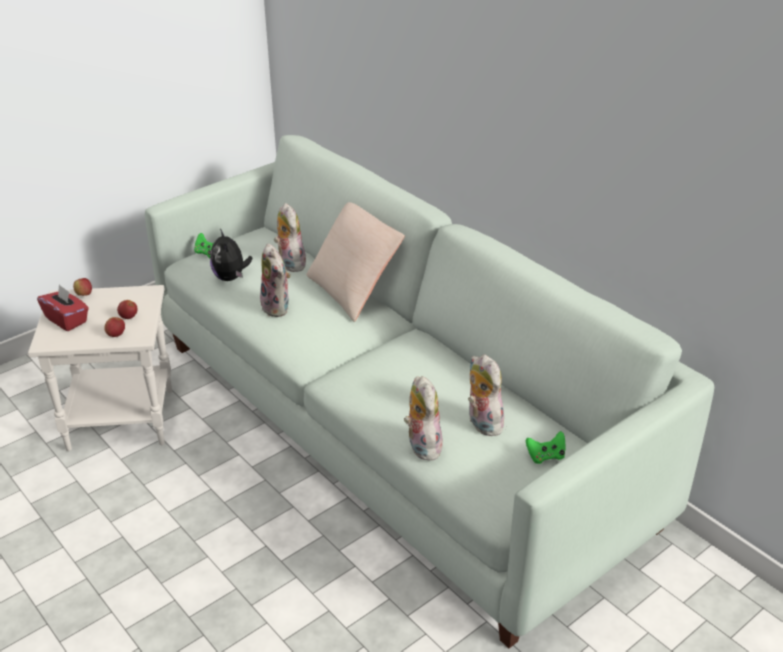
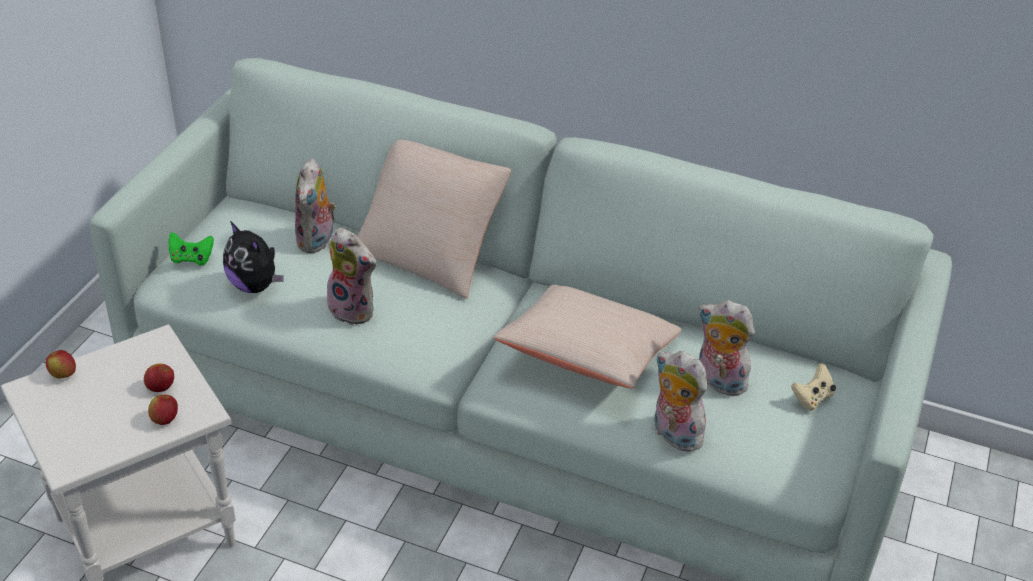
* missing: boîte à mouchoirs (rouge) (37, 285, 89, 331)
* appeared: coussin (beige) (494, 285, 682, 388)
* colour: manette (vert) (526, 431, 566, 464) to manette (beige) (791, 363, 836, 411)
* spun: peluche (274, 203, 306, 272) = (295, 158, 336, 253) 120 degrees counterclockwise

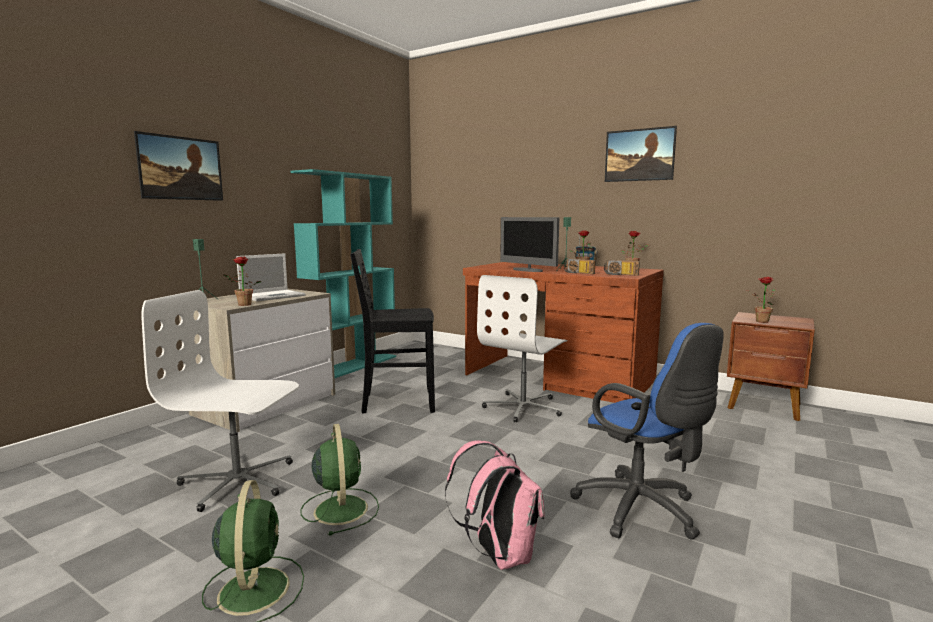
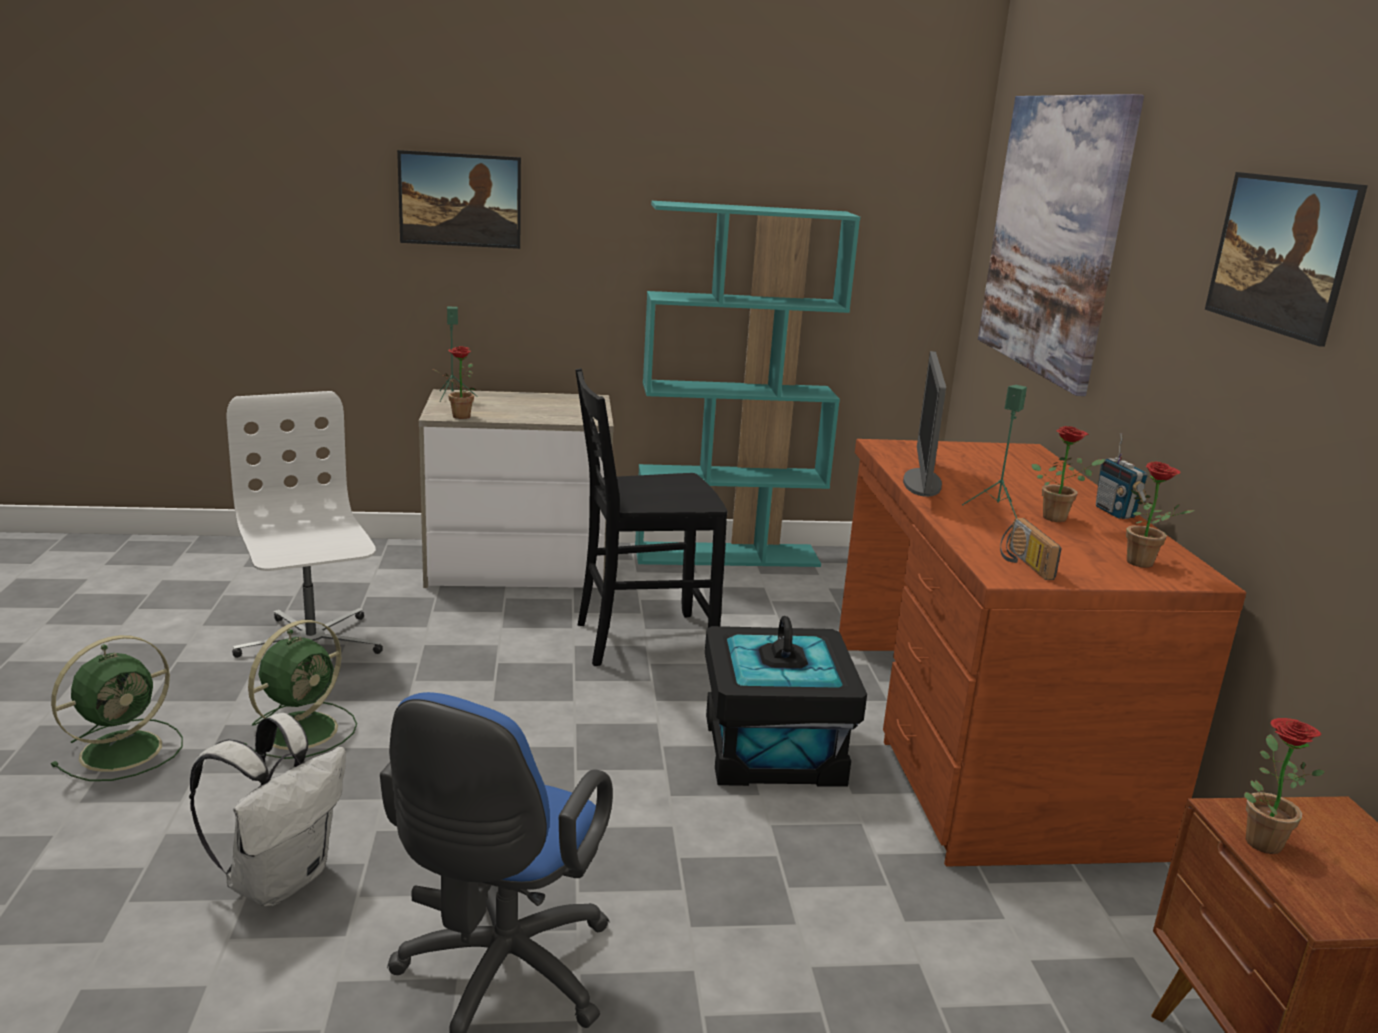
* missing: ordinateur portable (236, 253, 306, 301)
* missing: radio (564, 258, 595, 274)
* appeared: tableau (978, 94, 1144, 396)
* exchanged: chaise de bureau (blanc) (477, 275, 567, 422) to boîte de rangement (noir) (705, 616, 867, 787)
* colour: sac à dos (rose) (445, 440, 544, 570) to sac à dos (blanc) (189, 713, 346, 906)
* spun: chaise (noir) (350, 249, 435, 414) = (576, 368, 727, 666) 60 degrees counterclockwise

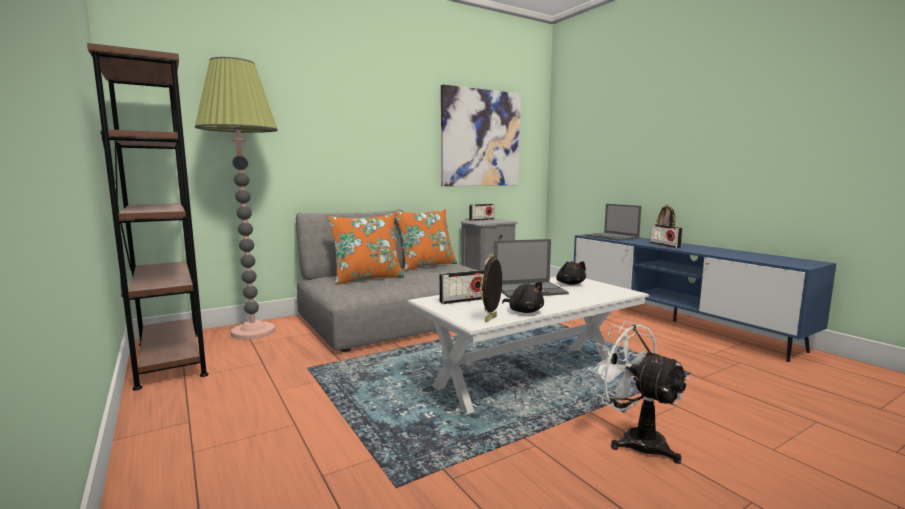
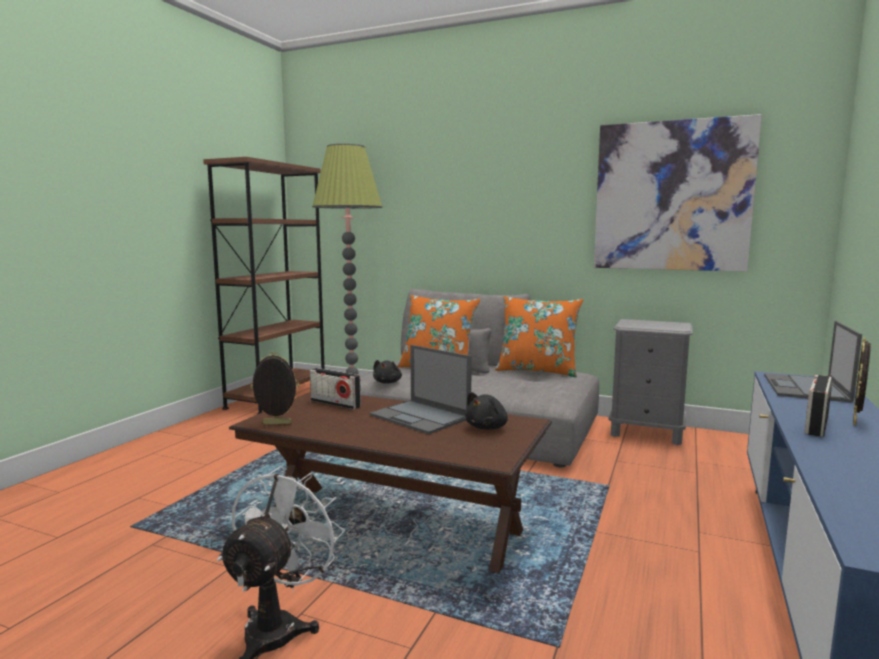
* missing: radio (469, 204, 494, 221)
* relocated: peluche (noir) (502, 282, 544, 313) to (373, 360, 402, 384)
* colour: table basse (blanc) (407, 277, 649, 414) to table basse (marron) (229, 392, 552, 573)

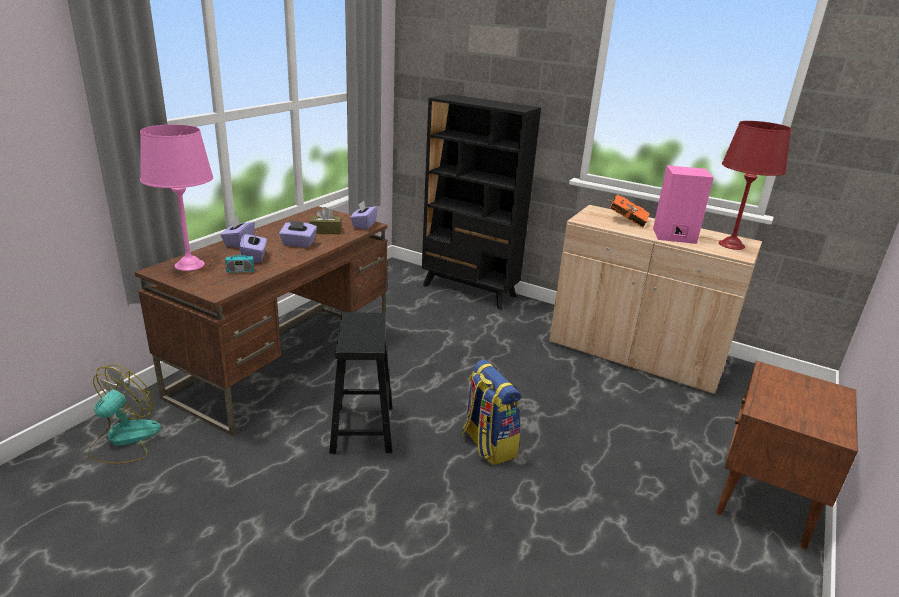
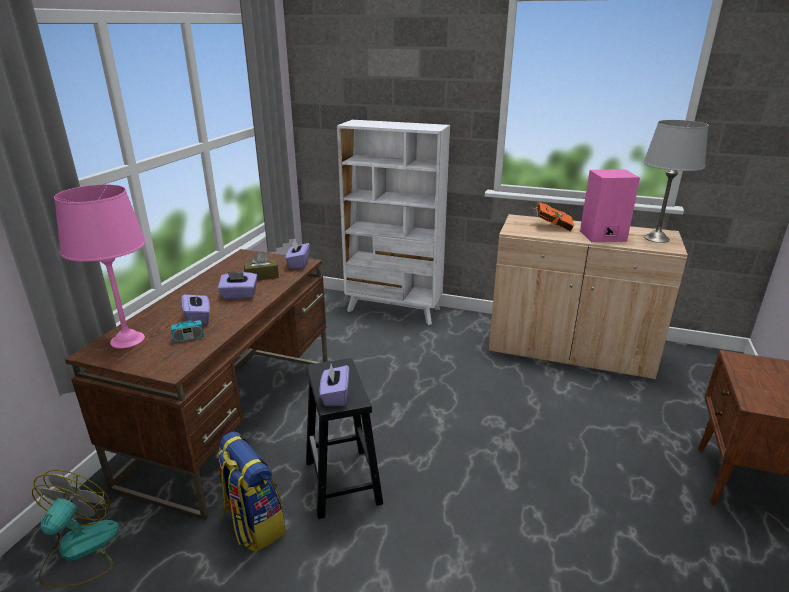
* relocated: boîte à mouchoirs (violet) (220, 216, 255, 248) to (319, 364, 349, 406)
* relocated: sac à dos (462, 360, 521, 465) to (217, 432, 286, 552)
* colour: bibliothèque (noir) (422, 94, 541, 310) to bibliothèque (blanc) (337, 120, 450, 325)
* colour: lampe de table (rouge) (719, 121, 791, 250) to lampe de table (gris) (643, 120, 709, 243)

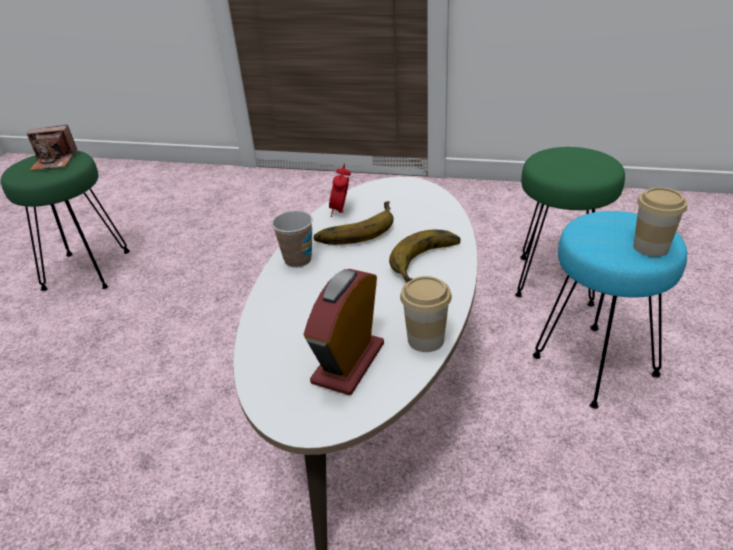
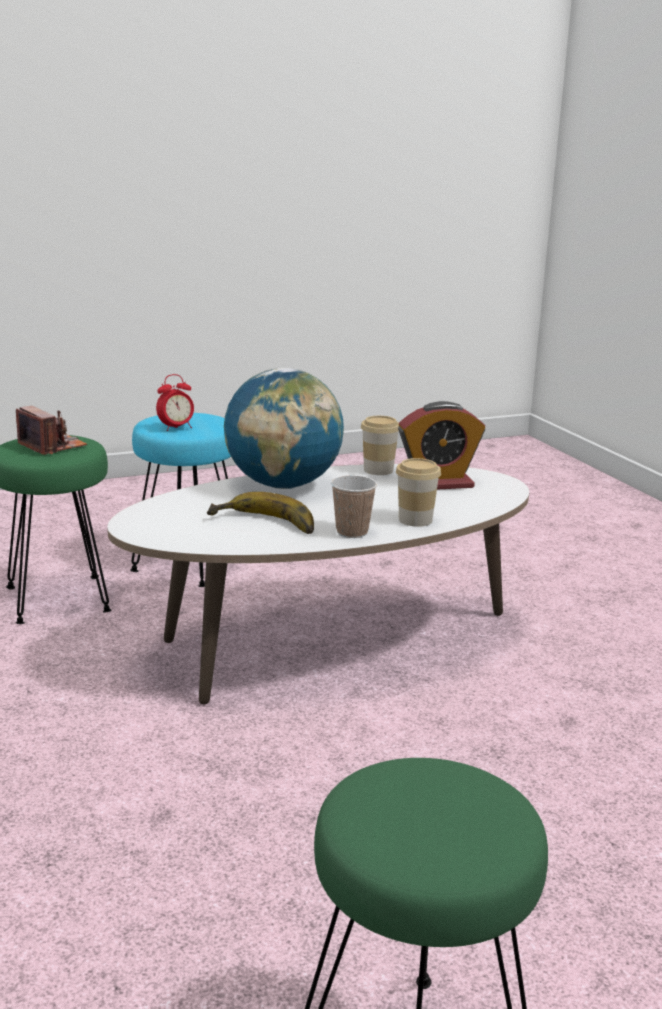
* relocated: appareil photo (27, 125, 77, 171) to (16, 406, 87, 455)
* relocated: réveil (329, 163, 351, 217) to (156, 374, 194, 431)
* relocated: tasse (633, 187, 687, 257) to (396, 458, 441, 527)
* exchanged: banane (389, 230, 460, 283) to globe (224, 368, 344, 489)

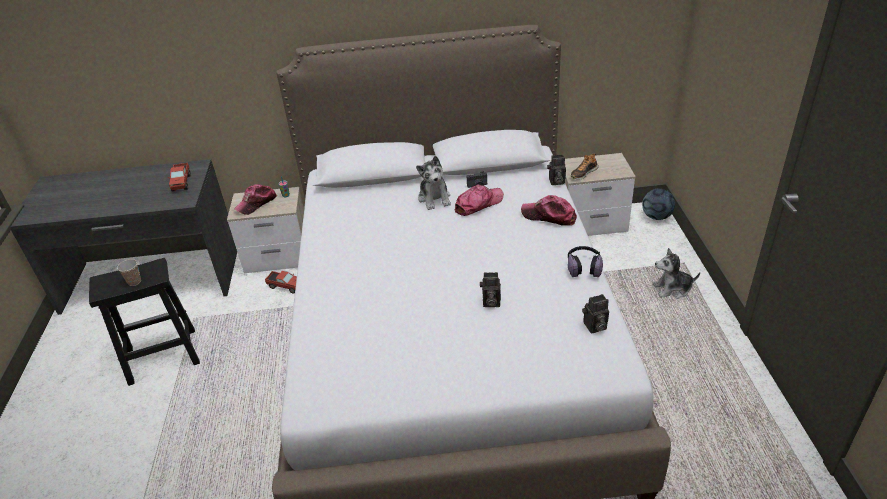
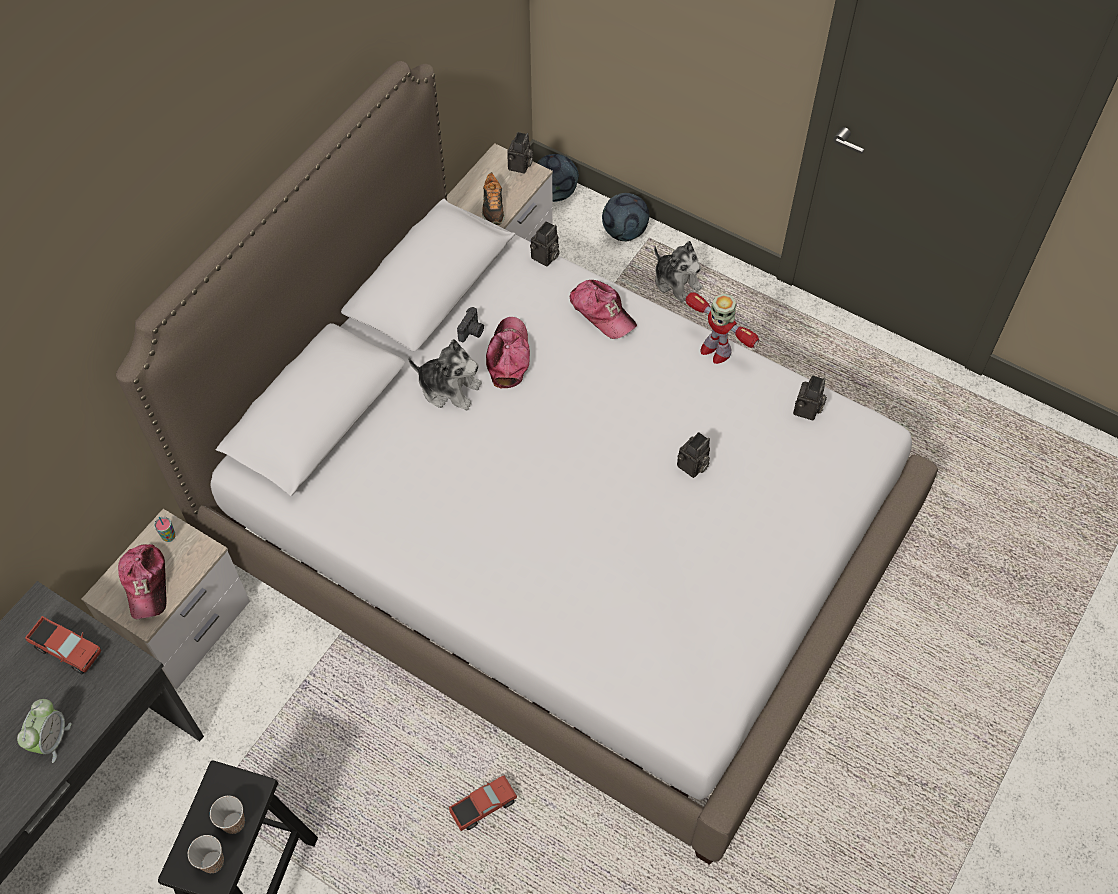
* appeared: réveil (17, 699, 71, 763)
* appeared: tasse (188, 835, 224, 873)
* appeared: appareil photo (508, 132, 533, 173)
* appeared: ballon de foot (602, 193, 650, 241)
* relocated: camion jouet (265, 271, 297, 294) to (449, 776, 517, 831)
* exchanged: casque audio (568, 246, 603, 277) to robot jouet (685, 292, 759, 364)
* spun: casquette (521, 195, 577, 226) = (570, 280, 637, 339) 105 degrees counterclockwise
* spun: peluche (653, 248, 700, 299) = (654, 241, 703, 303) 75 degrees counterclockwise

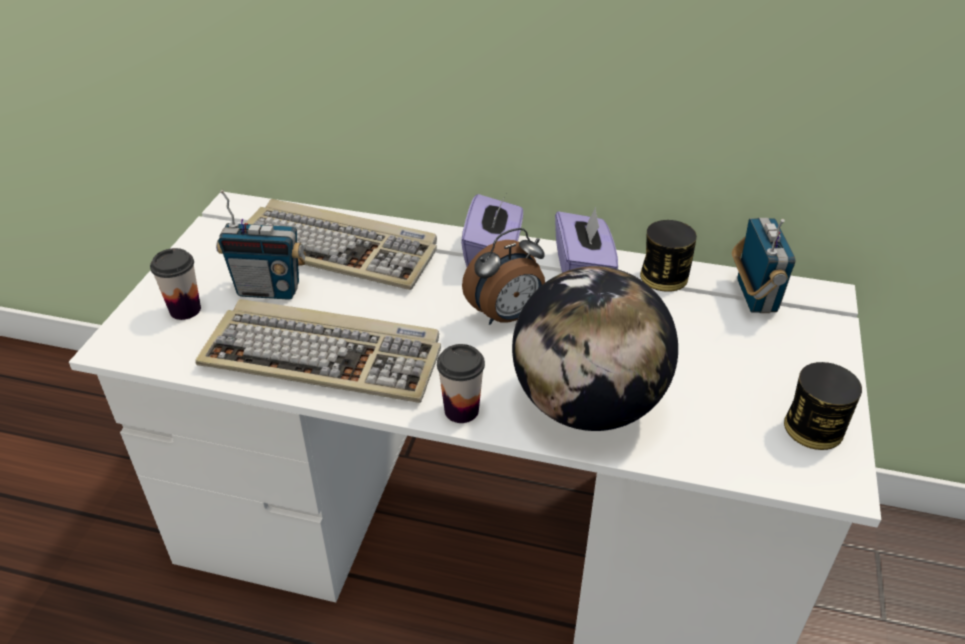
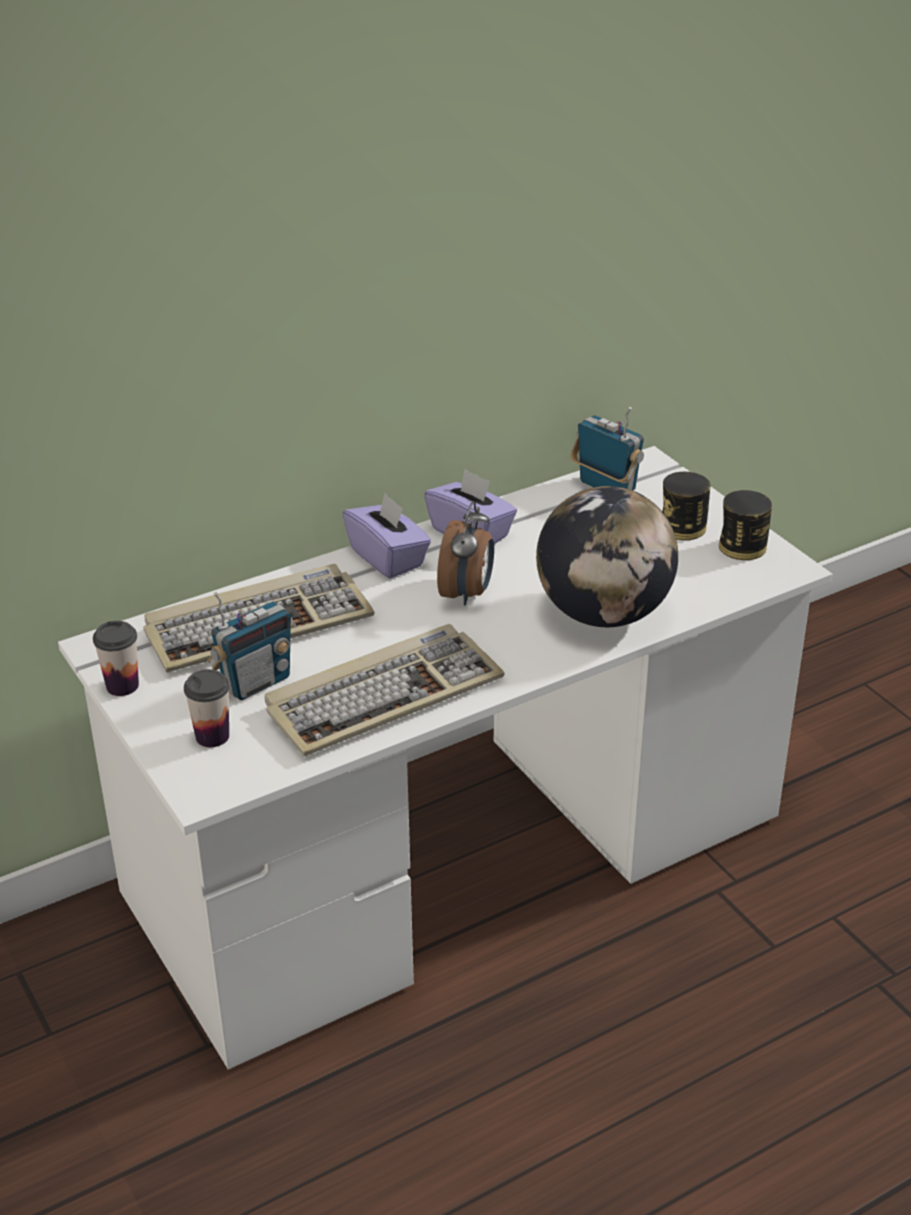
* relocated: tasse (437, 344, 485, 423) to (93, 621, 139, 696)
* relocated: boîte métallique (640, 220, 697, 292) to (662, 472, 710, 540)

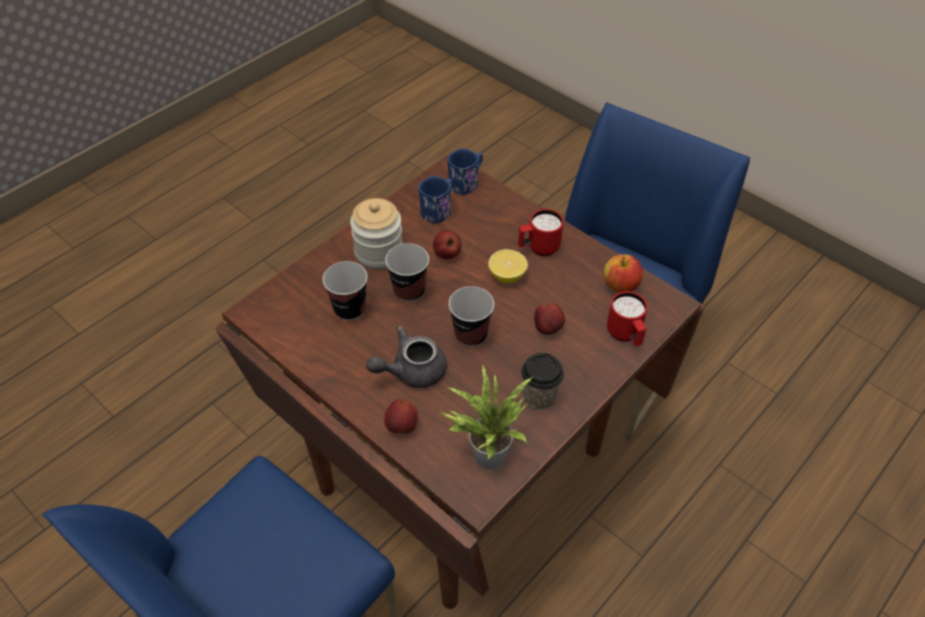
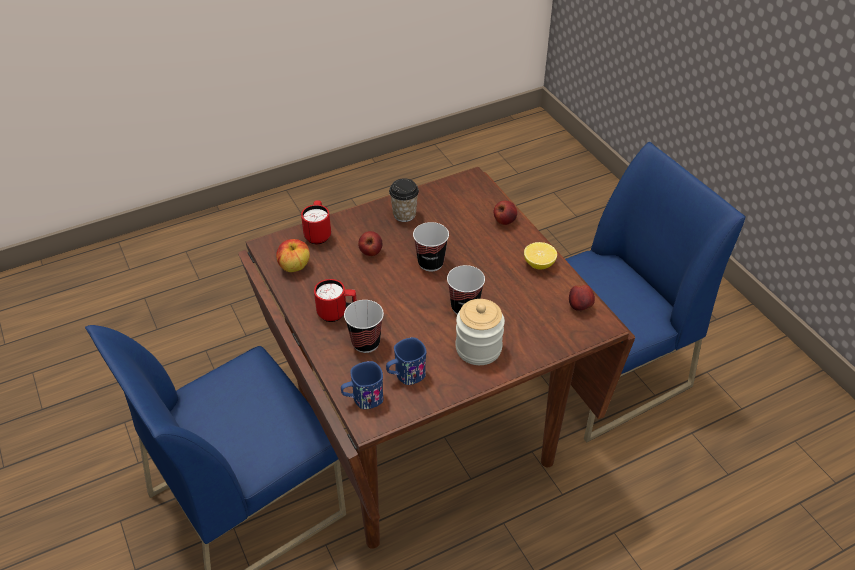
* missing: théière (gris) (366, 326, 447, 388)
* missing: plante en pot (440, 364, 534, 469)
* relocated: tasse (323, 261, 367, 321) to (344, 300, 384, 353)
* relocated: pomme (433, 230, 462, 259) to (569, 285, 595, 311)
* relocated: citron (488, 249, 528, 283) to (524, 242, 557, 270)

